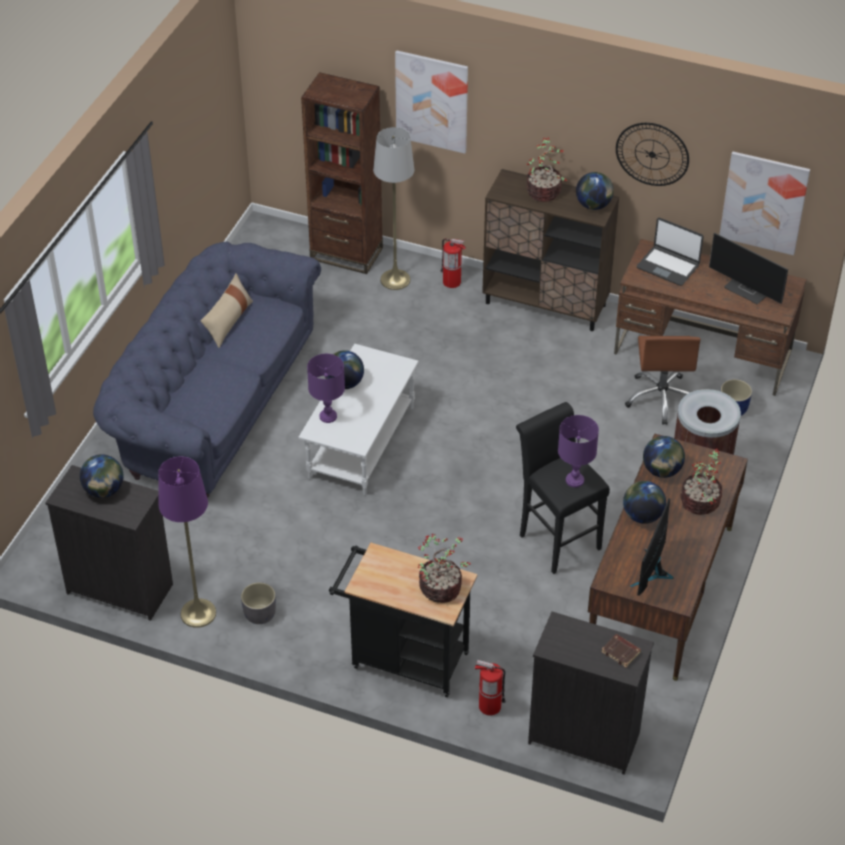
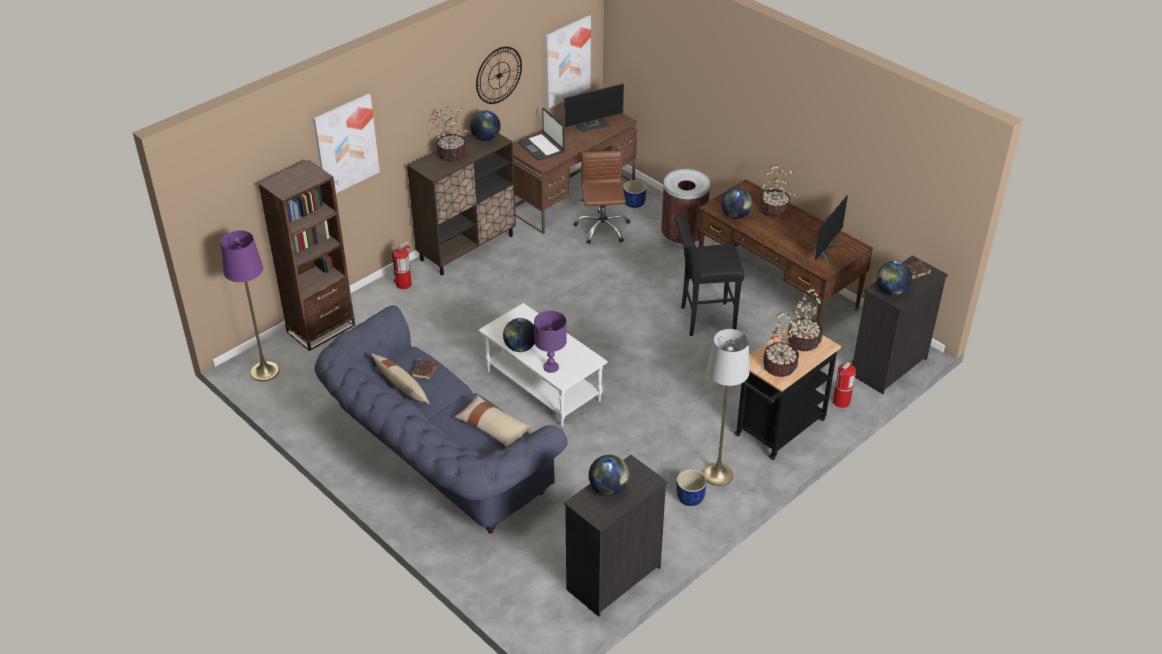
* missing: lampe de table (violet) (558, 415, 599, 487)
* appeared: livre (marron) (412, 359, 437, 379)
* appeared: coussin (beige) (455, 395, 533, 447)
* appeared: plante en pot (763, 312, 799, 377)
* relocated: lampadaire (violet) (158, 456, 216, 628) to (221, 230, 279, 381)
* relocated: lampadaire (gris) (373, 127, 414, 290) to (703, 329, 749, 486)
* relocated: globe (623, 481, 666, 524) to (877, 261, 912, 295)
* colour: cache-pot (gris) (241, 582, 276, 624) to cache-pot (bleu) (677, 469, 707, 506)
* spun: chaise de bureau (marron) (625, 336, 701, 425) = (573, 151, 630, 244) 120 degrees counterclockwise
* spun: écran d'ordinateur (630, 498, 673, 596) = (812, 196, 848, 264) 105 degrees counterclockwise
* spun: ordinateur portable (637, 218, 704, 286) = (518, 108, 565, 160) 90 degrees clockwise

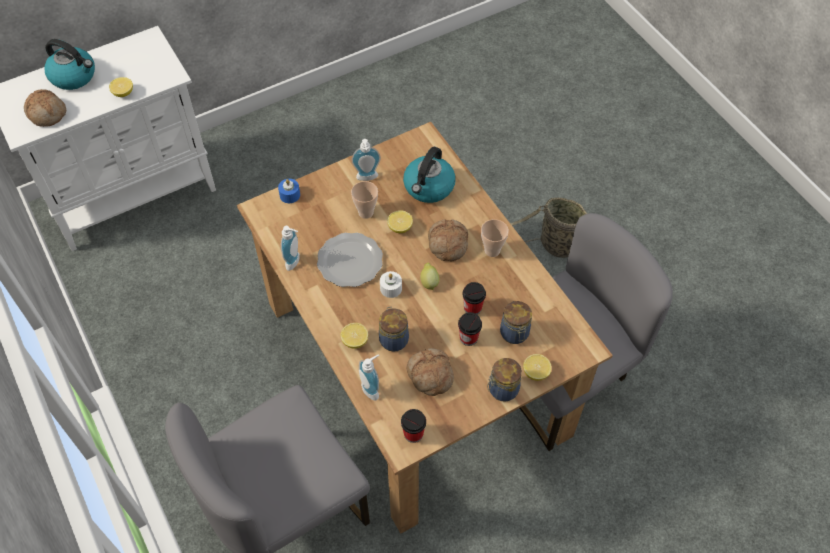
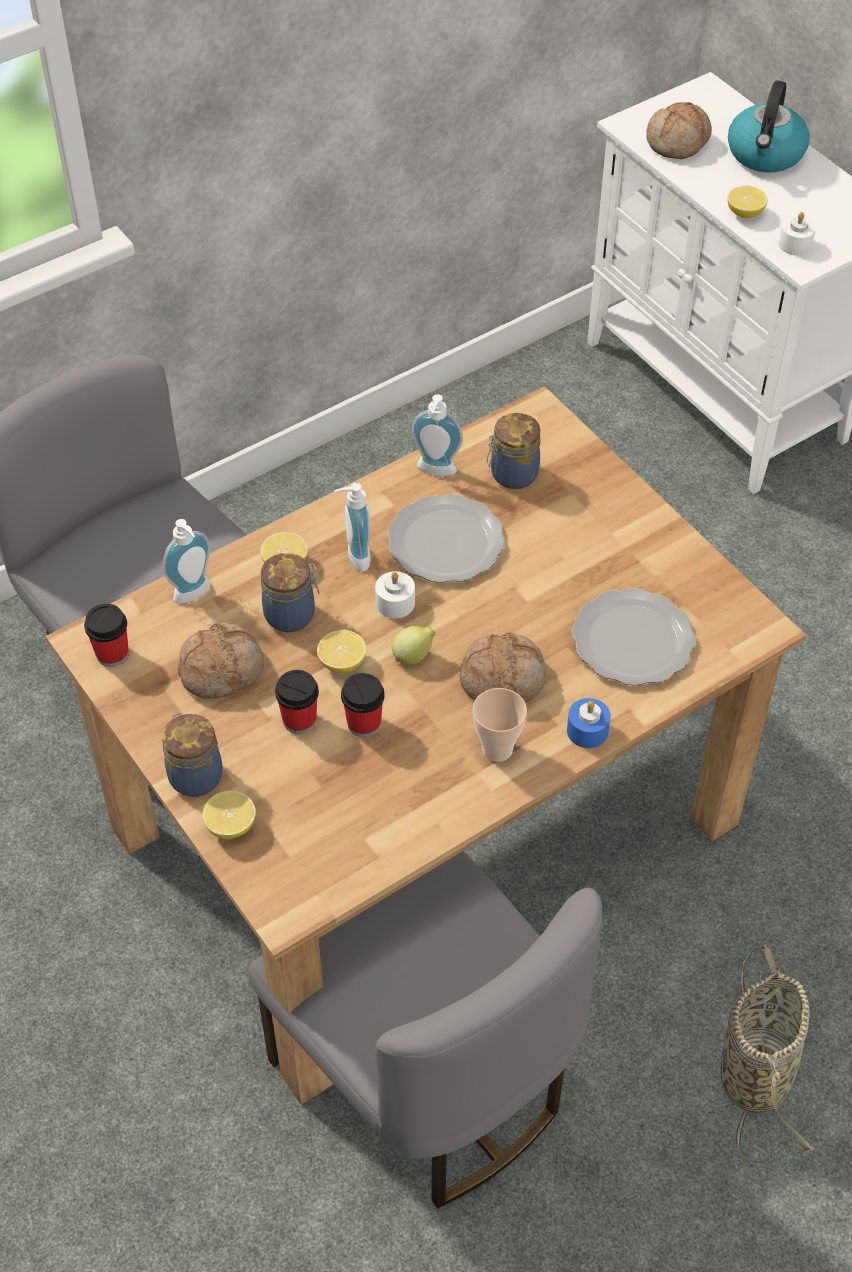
* missing: tasse (351, 181, 378, 219)
* appeared: bougie (blanc) (779, 212, 816, 256)
* relocated: bougie (bleu) (278, 179, 300, 203) to (567, 698, 611, 748)
* relocated: distributeur de savon (351, 139, 381, 181) to (334, 483, 370, 572)
* relocated: citron (387, 210, 413, 233) to (317, 630, 366, 673)
* relocated: bocal (500, 301, 532, 344) to (487, 413, 540, 489)
* exchanged: bouilloire (403, 147, 456, 203) to assiette (572, 588, 696, 686)

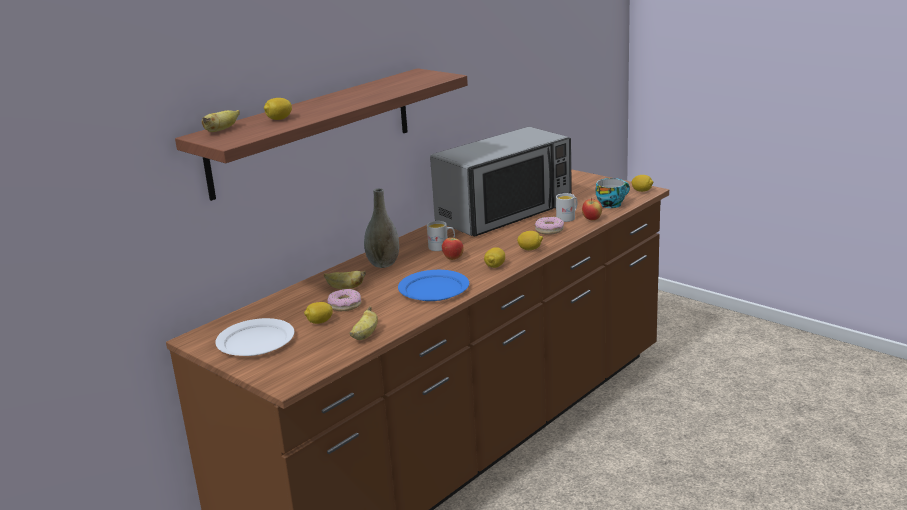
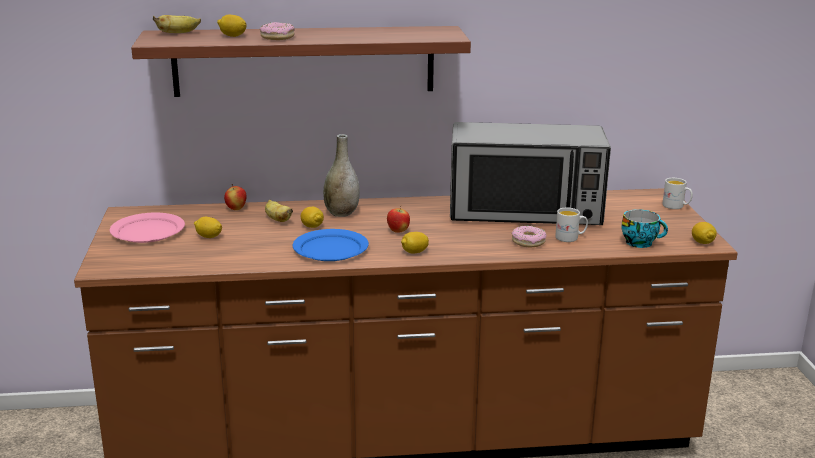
* missing: banane (349, 306, 378, 340)
* relocated: beignet (328, 289, 361, 311) to (260, 22, 295, 40)
* relocated: mug (blanc) (427, 221, 455, 251) to (662, 178, 693, 209)
* relocated: citron (517, 231, 543, 250) to (301, 207, 324, 228)
* relocated: pomme (582, 198, 602, 221) to (224, 184, 247, 210)
* colour: assiette (blanc) (215, 318, 294, 356) to assiette (rose) (110, 213, 185, 243)

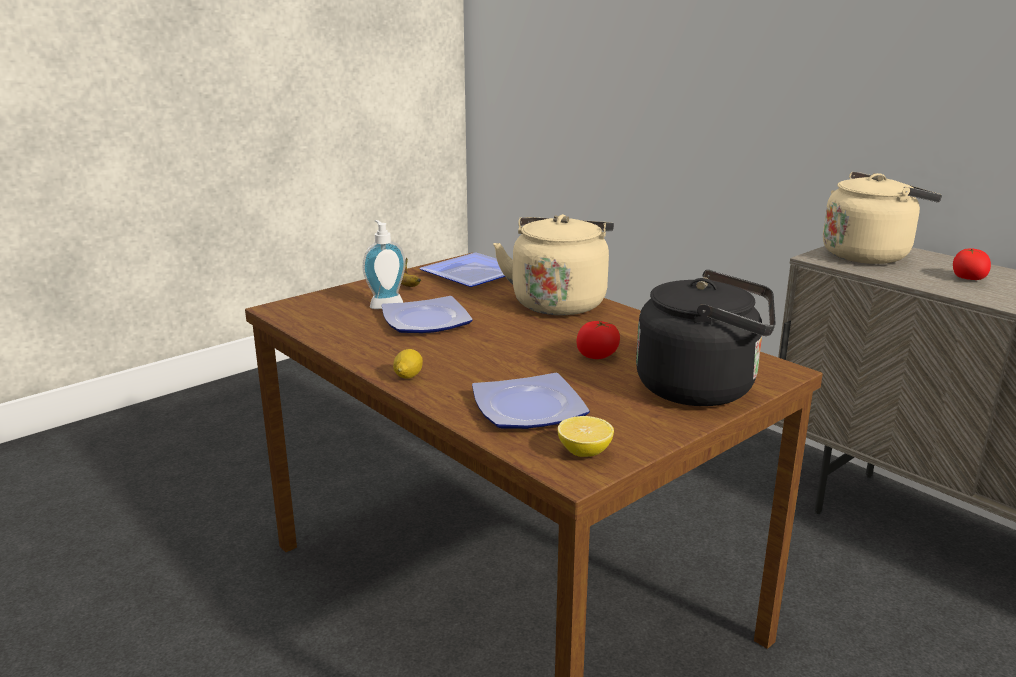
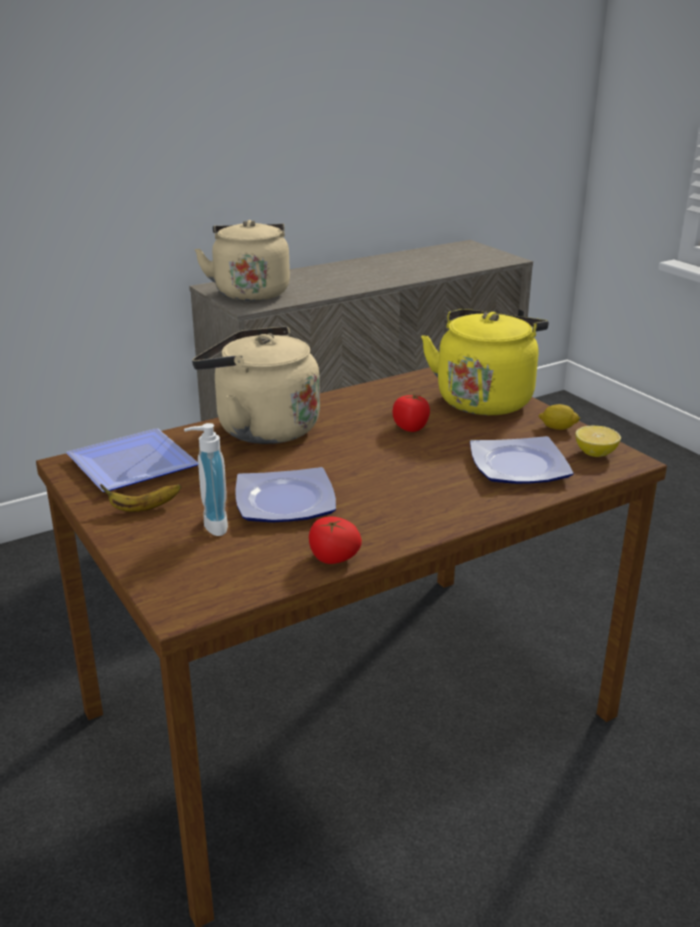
* relocated: citron (393, 349, 423, 378) to (538, 404, 580, 430)
* relocated: tomate (953, 249, 991, 280) to (309, 517, 362, 564)
* colour: bouilloire (noir) (636, 270, 776, 406) to bouilloire (jaune) (421, 309, 549, 415)

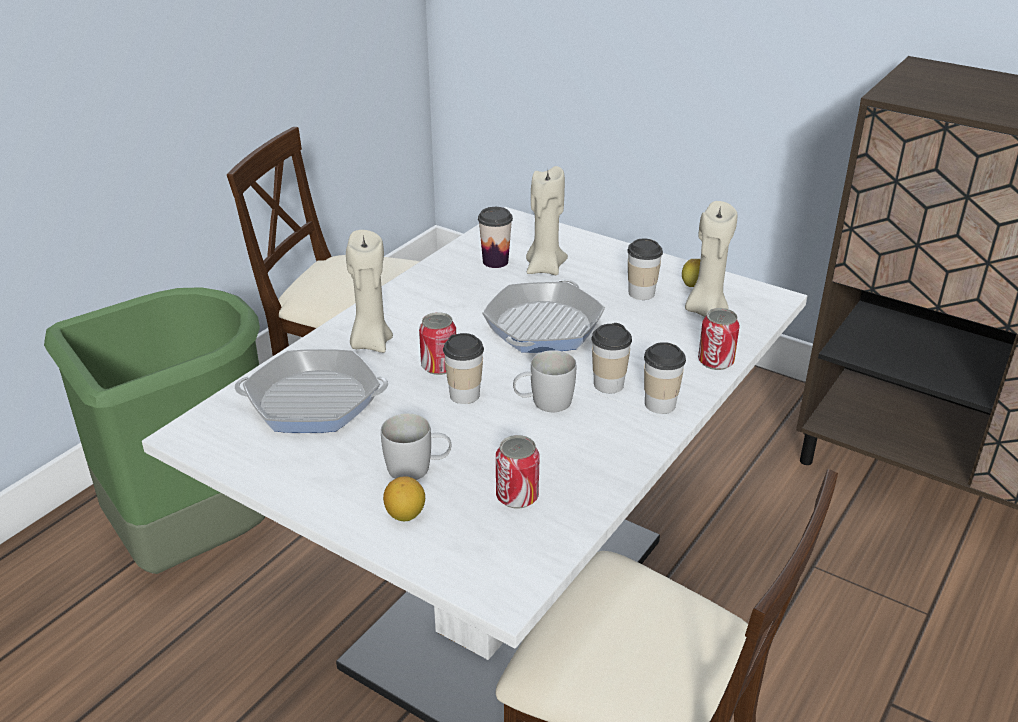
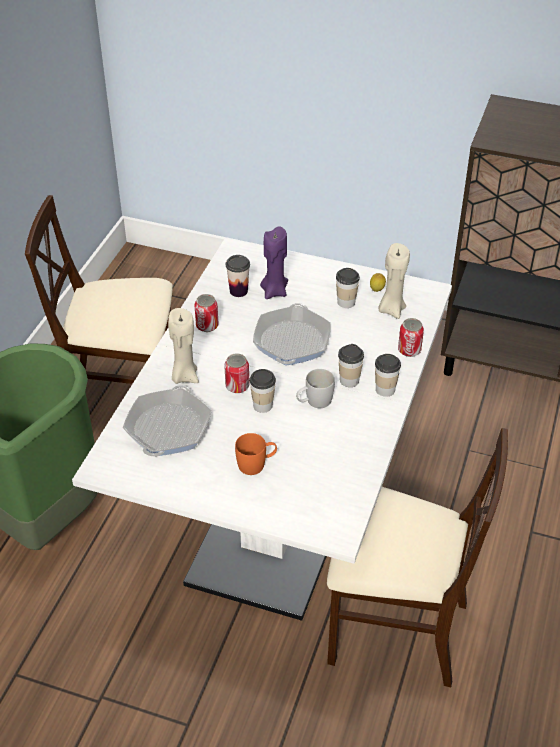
* missing: citron (383, 476, 425, 521)
* relocated: boîte métallique (496, 435, 539, 508) to (194, 294, 219, 332)
* colour: mug (blanc) (381, 413, 451, 480) to mug (orange) (235, 433, 277, 475)
* colour: bougie (beige) (526, 166, 568, 275) to bougie (violet) (260, 226, 288, 299)
* spun: poêle (235, 349, 388, 433) = (123, 385, 212, 457) 60 degrees counterclockwise

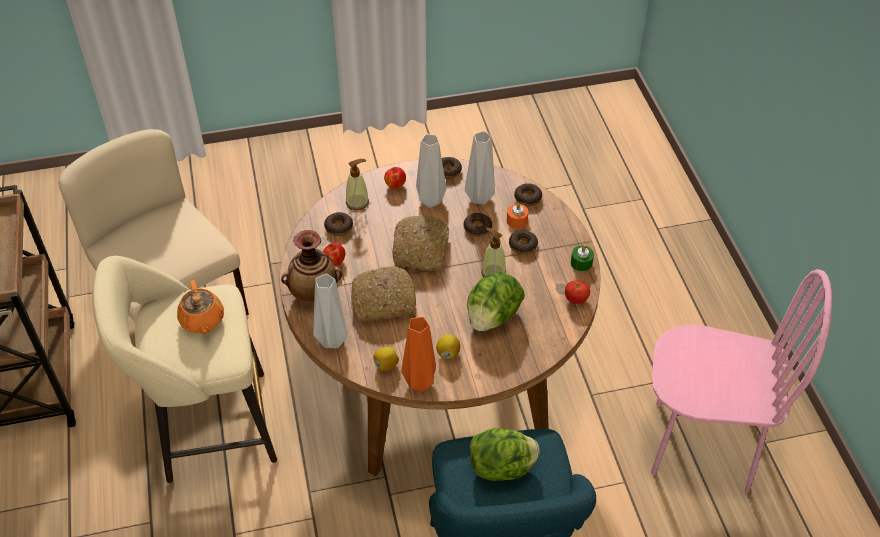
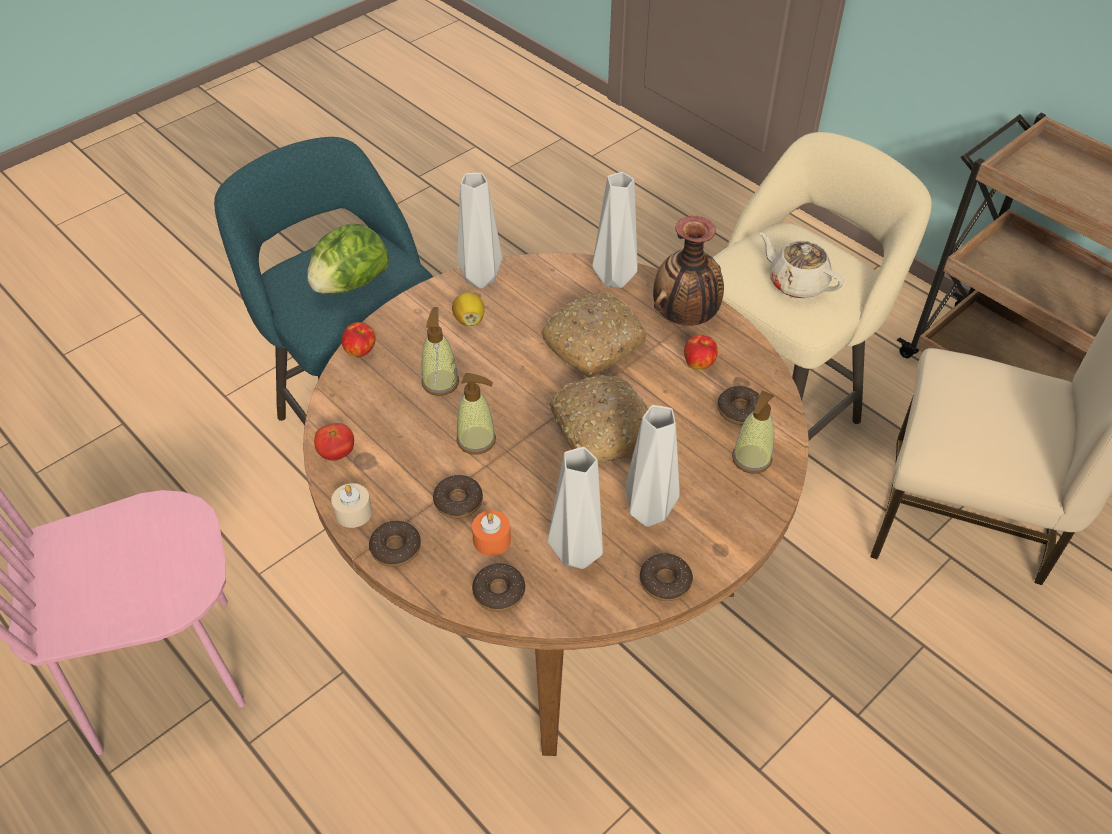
* missing: citron (373, 347, 399, 371)
* relocated: pomme (384, 167, 406, 189) to (342, 322, 376, 357)
* relocated: beignet (464, 213, 492, 237) to (369, 521, 421, 567)
* exchanged: laitue (467, 272, 525, 331) to distributeur de savon (422, 307, 459, 396)
* colour: théière (orange) (177, 280, 224, 334) to théière (beige) (760, 232, 844, 298)
* colour: vase (orange) (401, 317, 436, 392) to vase (gris) (457, 173, 502, 288)
* colour: bougie (vert) (571, 245, 594, 271) to bougie (beige) (331, 483, 372, 528)

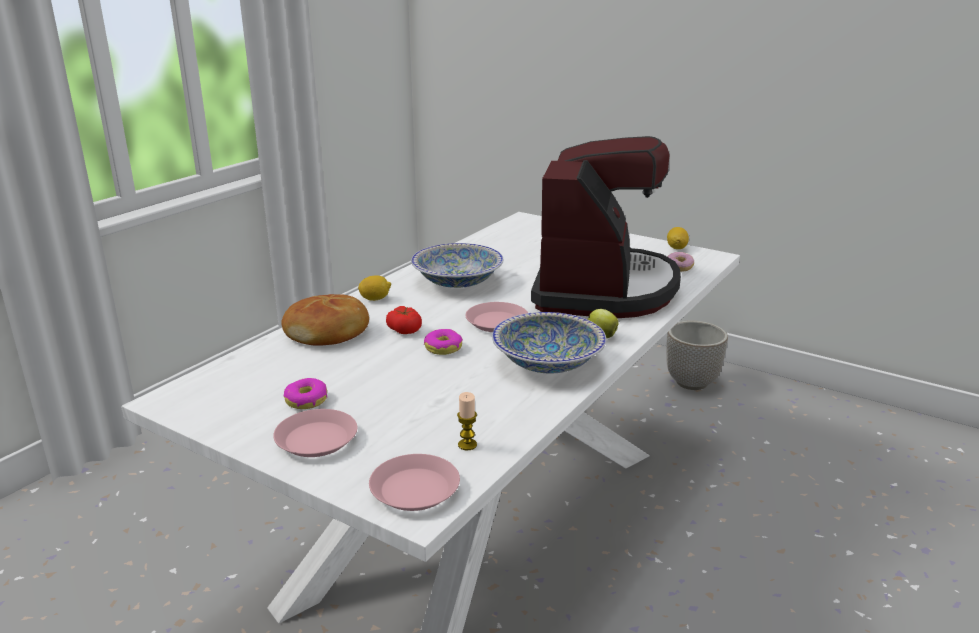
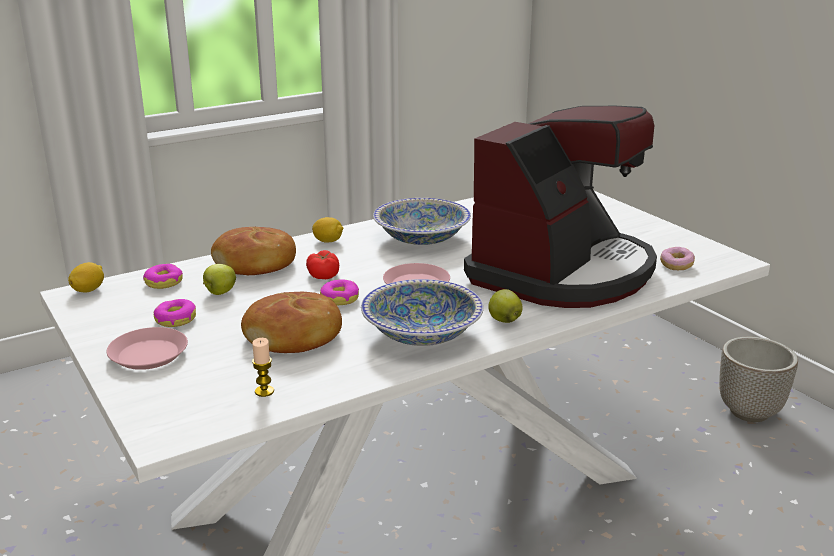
* missing: assiette (rose) (369, 454, 460, 511)
* appeared: beignet (143, 264, 183, 289)
* appeared: pomme (203, 264, 236, 295)
* appeared: pain (241, 292, 342, 353)
* relocated: citron (667, 227, 689, 249) to (68, 262, 104, 293)

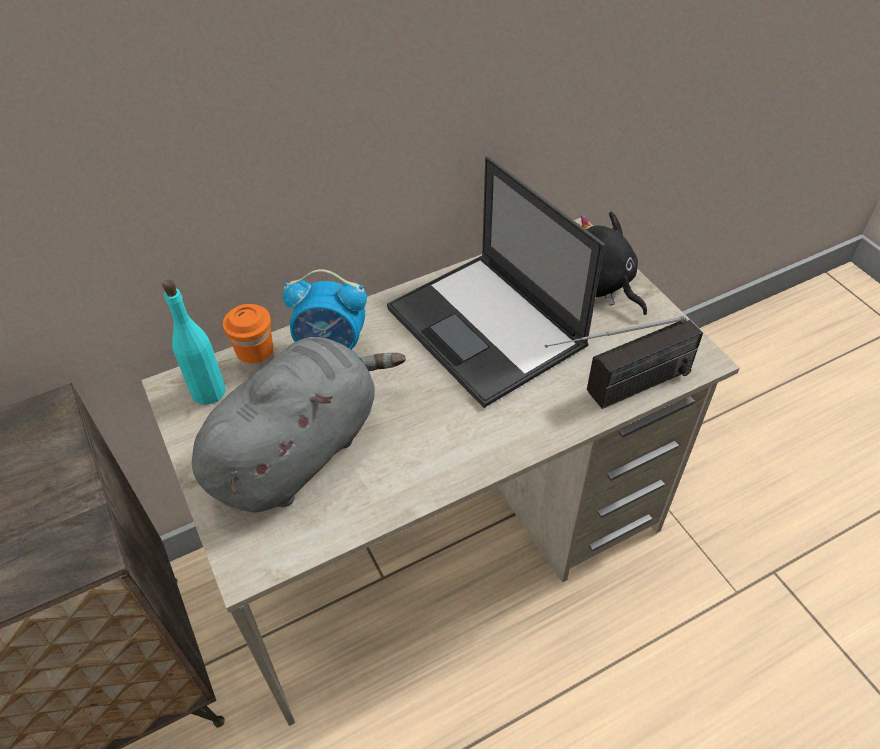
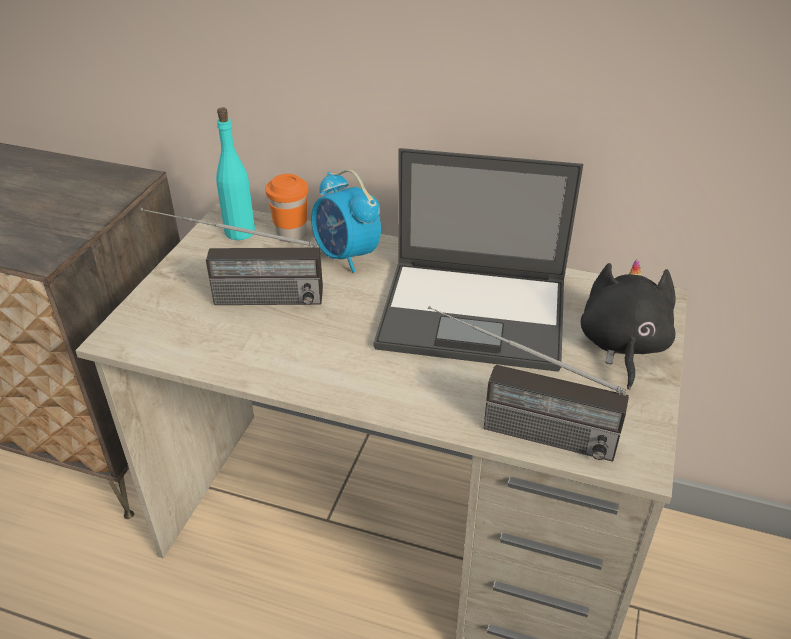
* exchanged: peluche (gris) (192, 337, 406, 512) to radio (141, 208, 323, 305)
* spun: ordinateur portable (387, 156, 605, 408) = (374, 148, 583, 372) 90 degrees counterclockwise

